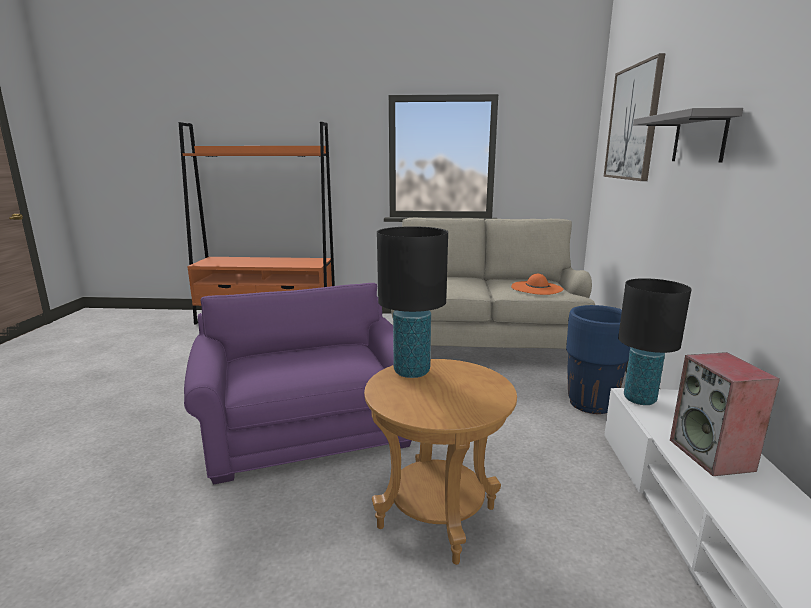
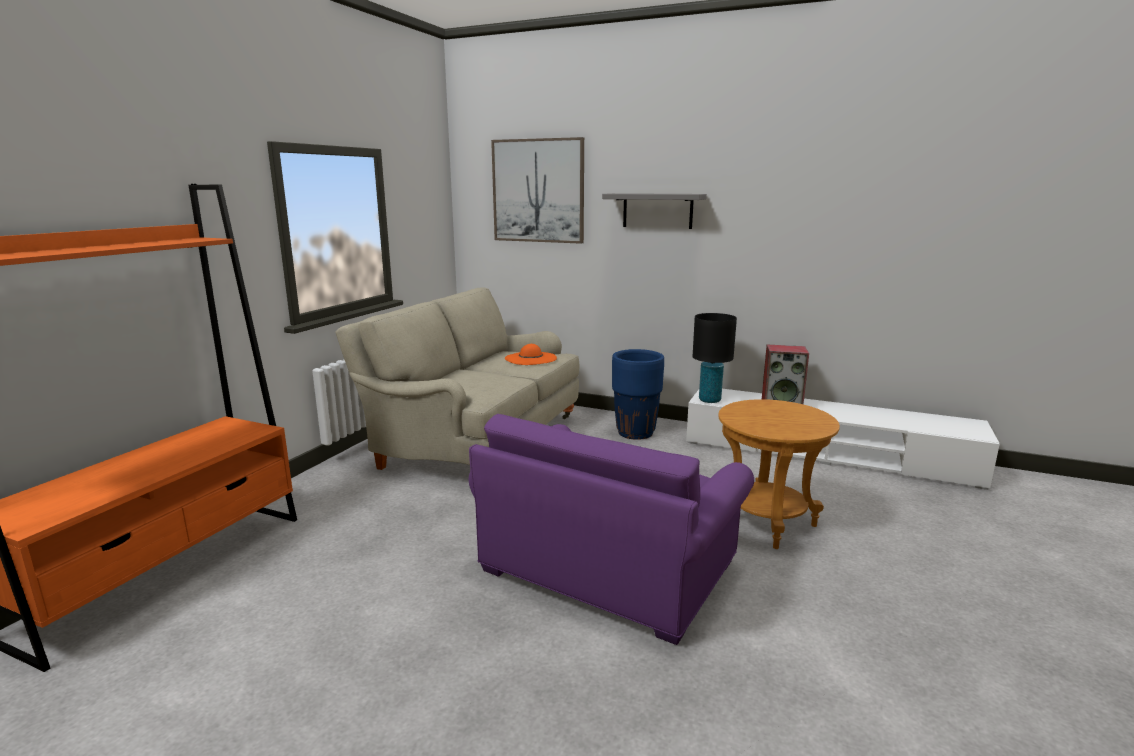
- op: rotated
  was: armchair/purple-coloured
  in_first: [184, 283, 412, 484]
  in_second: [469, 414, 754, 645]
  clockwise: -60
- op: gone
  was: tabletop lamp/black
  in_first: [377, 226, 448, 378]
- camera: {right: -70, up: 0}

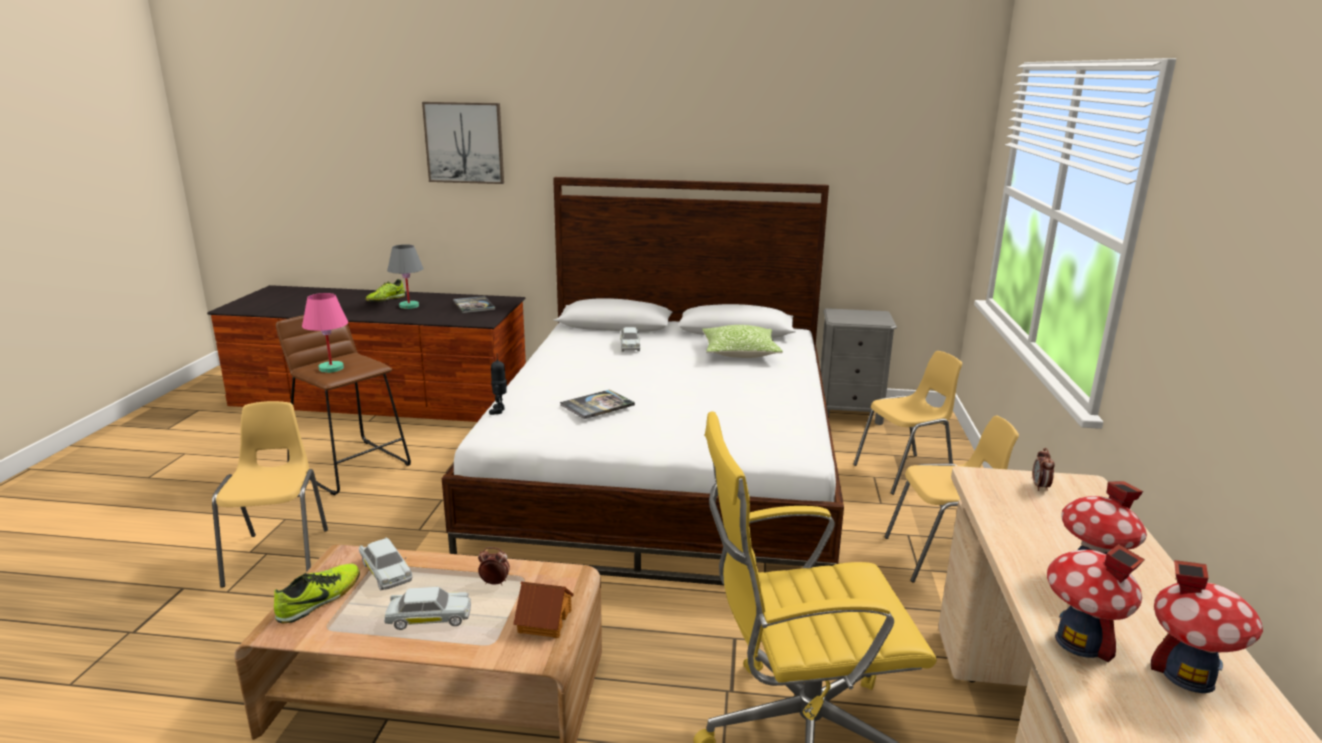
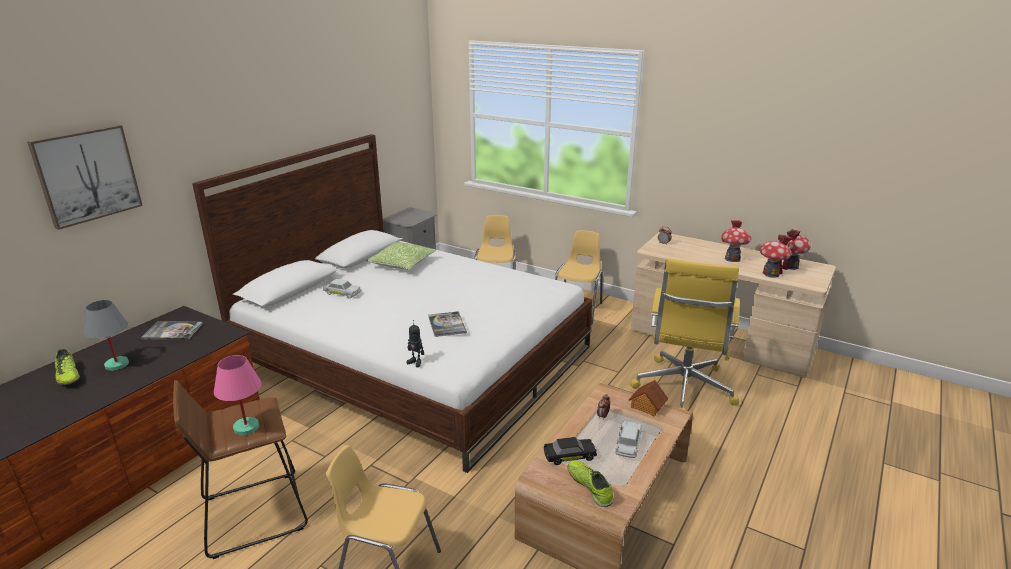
- op: repainted
  was: toy car/white
  now: toy car/black
  in_first: [359, 537, 412, 590]
  in_second: [544, 437, 597, 465]
- camera: {right: -65, up: 5}

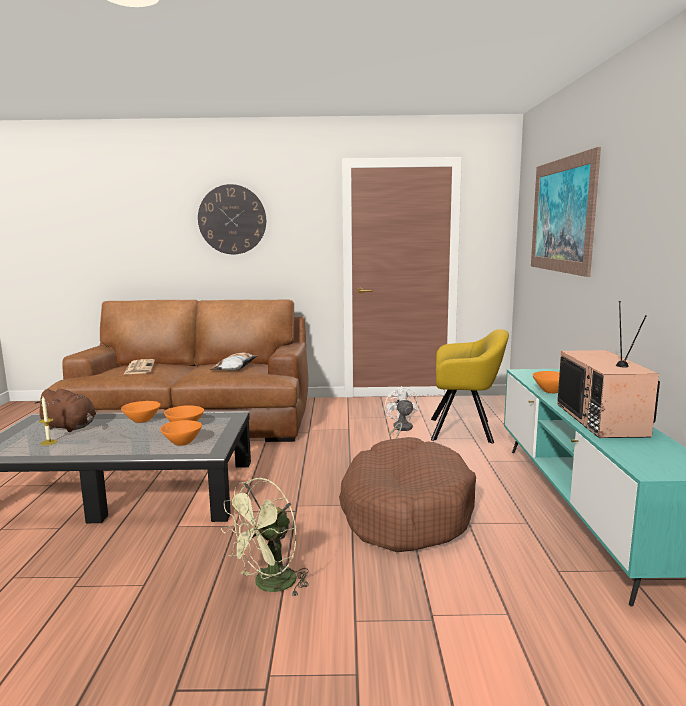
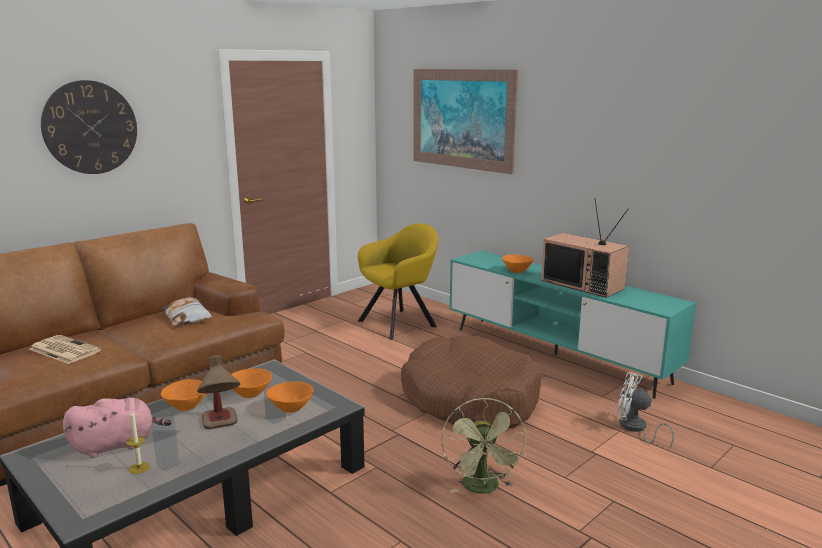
- op: repainted
  was: soft toy/brown
  now: soft toy/pink-coloured
  in_first: [34, 389, 96, 432]
  in_second: [63, 398, 171, 458]
- op: shifted
  was: electric fan/white
  in_first: [385, 386, 418, 439]
  in_second: [617, 372, 674, 448]
- op: new
  now: tabletop lamp
  in_second: [197, 355, 240, 429]
- camera: {right: -45, up: 5}

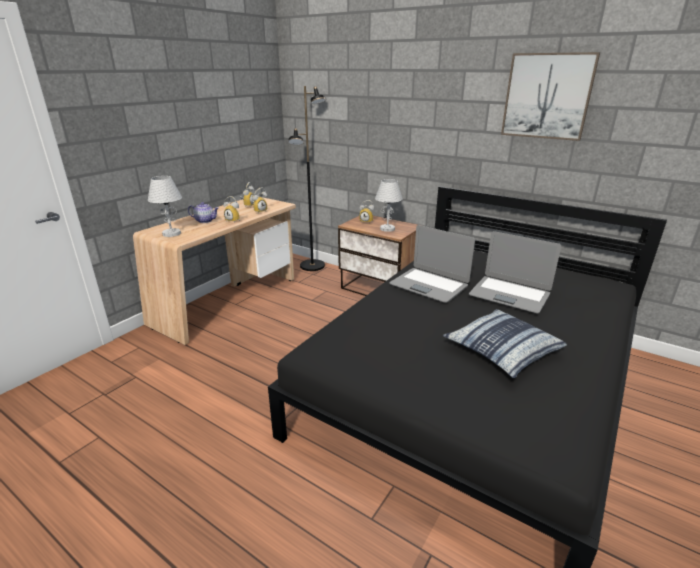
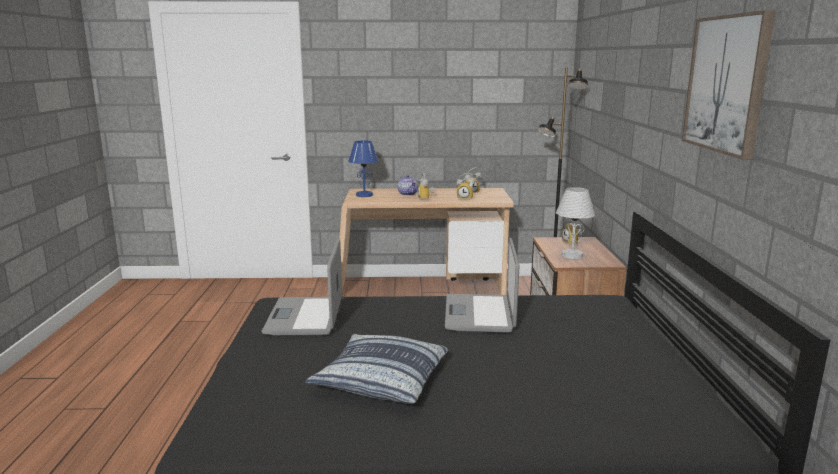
- op: repainted
  was: tabletop lamp/white
  now: tabletop lamp/blue-coloured
  in_first: [148, 176, 182, 237]
  in_second: [348, 140, 379, 197]
- op: shifted
  was: laptop
  in_first: [469, 231, 561, 313]
  in_second: [262, 239, 342, 335]
- camera: {right: 55, up: -10}

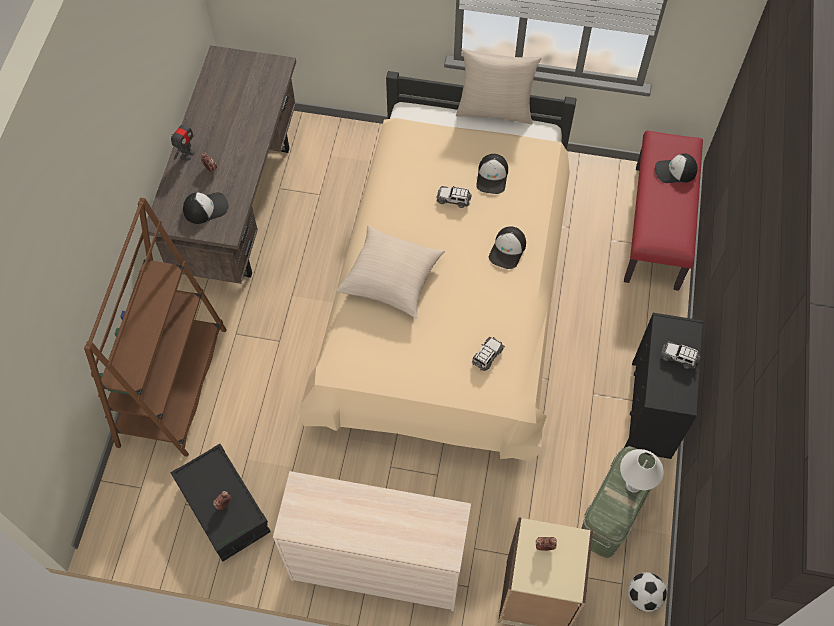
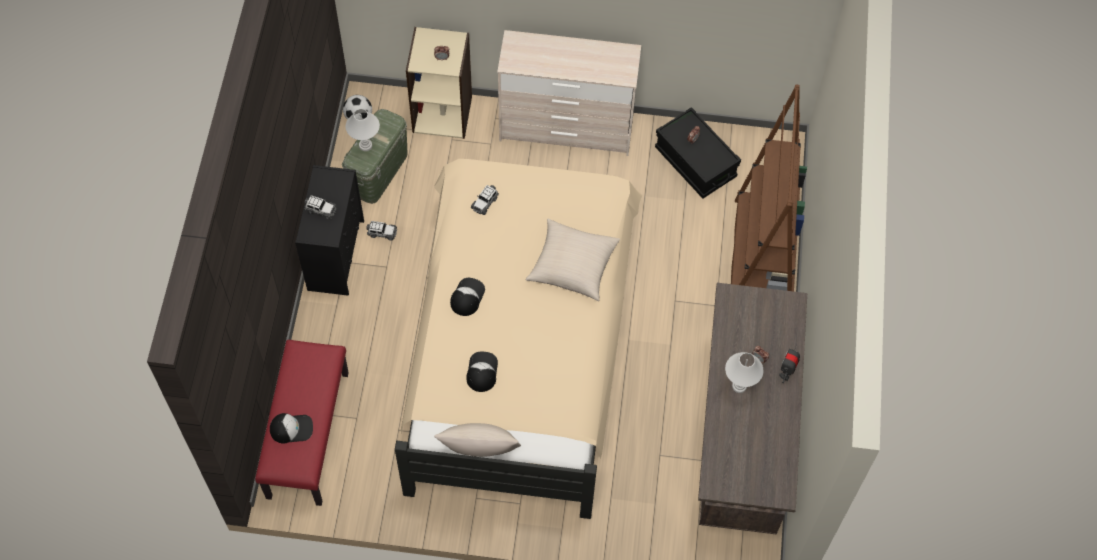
- op: gone
  was: baseball cap
  in_first: [183, 192, 229, 224]
- op: shifted
  was: toy car
  in_first: [436, 186, 472, 208]
  in_second: [367, 221, 397, 240]
- op: new
  now: tabletop lamp/white
  in_second: [725, 352, 763, 393]
- camera: {right: 175, up: 0}

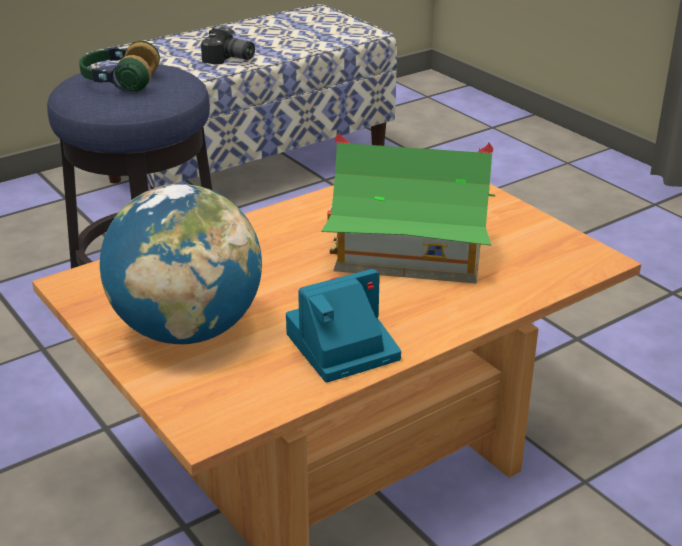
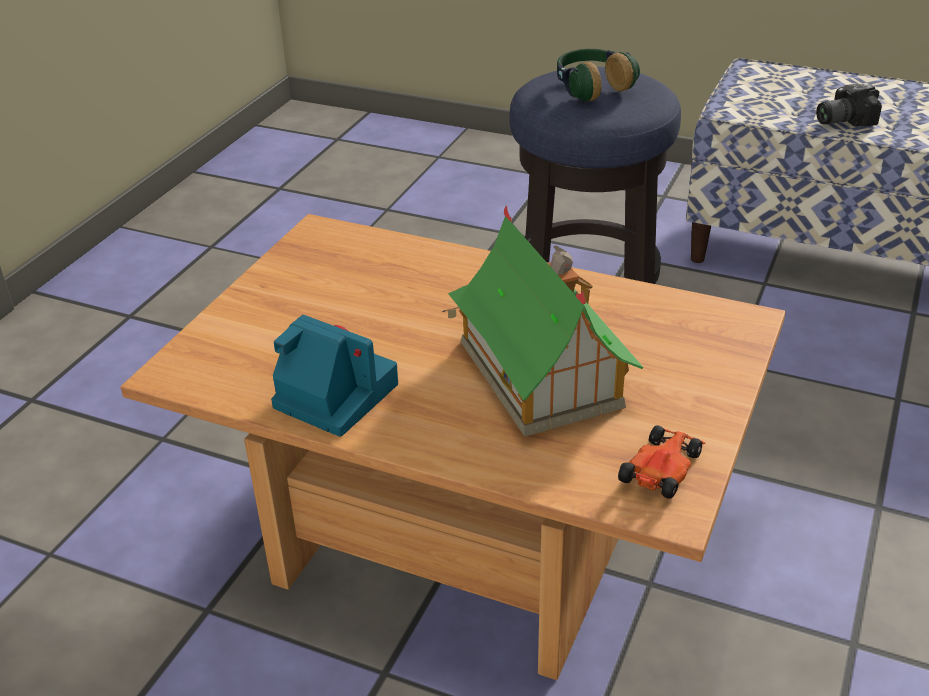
- op: gone
  was: desk globe
  in_first: [99, 184, 262, 344]
- op: rotated
  was: still camera
  in_first: [201, 26, 255, 64]
  in_second: [816, 84, 882, 127]
  clockwise: 75
- op: new
  now: toy car
  in_second: [618, 425, 706, 499]
- camera: {right: 60, up: 5}

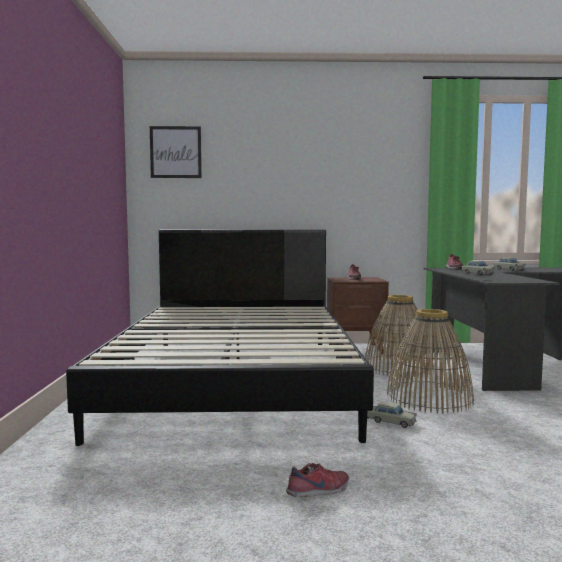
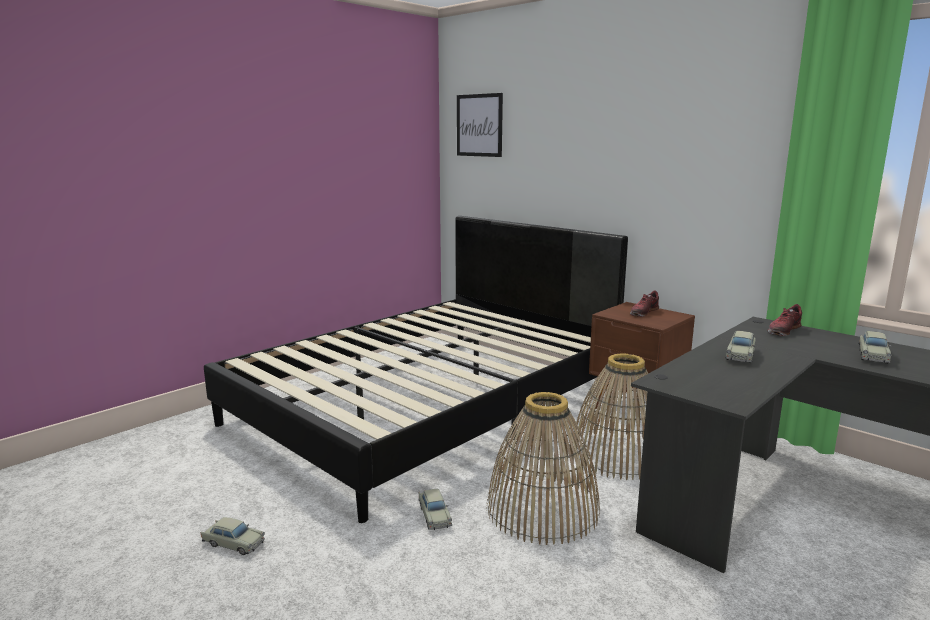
- op: swapped
  was: low shoe
  now: toy car/beige-coloured
  in_first: [286, 463, 349, 498]
  in_second: [201, 517, 265, 555]
- camera: {right: 45, up: 10}

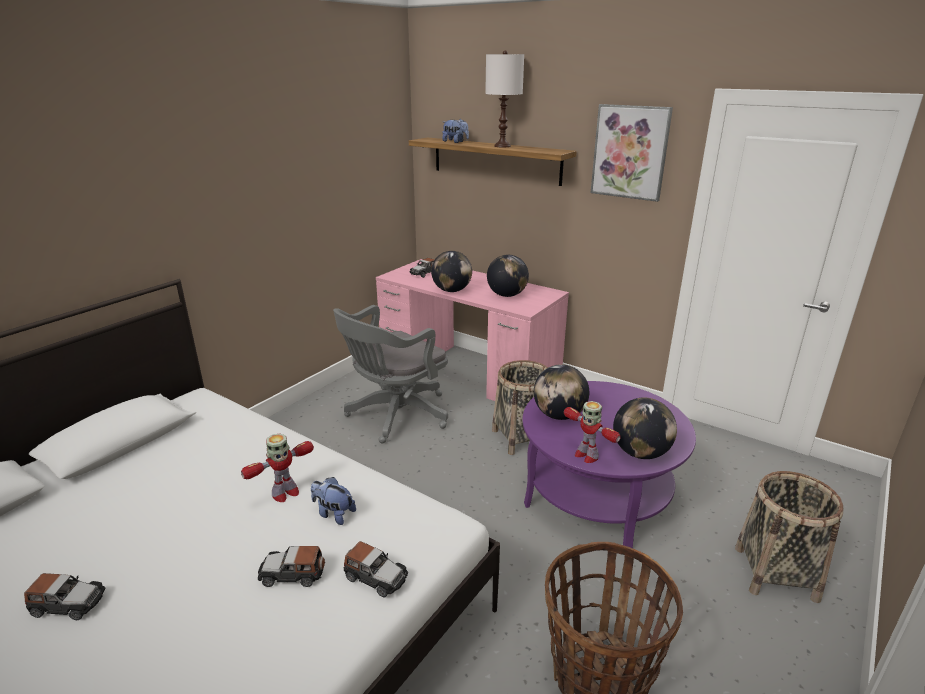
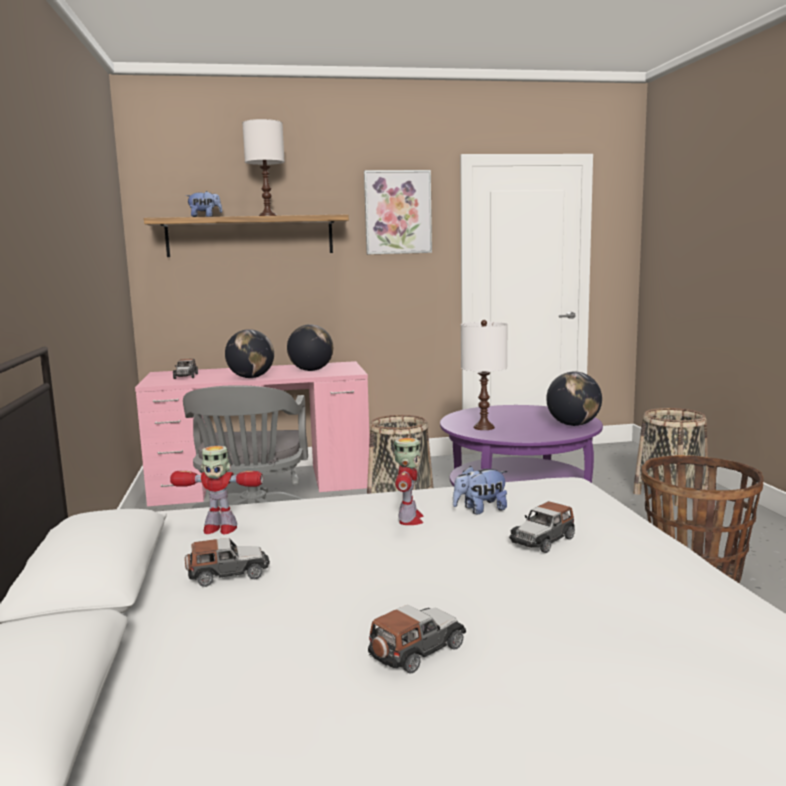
- op: shifted
  was: toy car
  in_first: [344, 541, 408, 597]
  in_second: [185, 538, 270, 587]
- op: swapped
  was: desk globe
  now: tabletop lamp/white
  in_first: [534, 364, 589, 420]
  in_second: [461, 320, 507, 430]
- op: shifted
  was: model robot
  in_first: [564, 401, 621, 463]
  in_second: [170, 446, 263, 535]
- camera: {right: -45, up: -15}

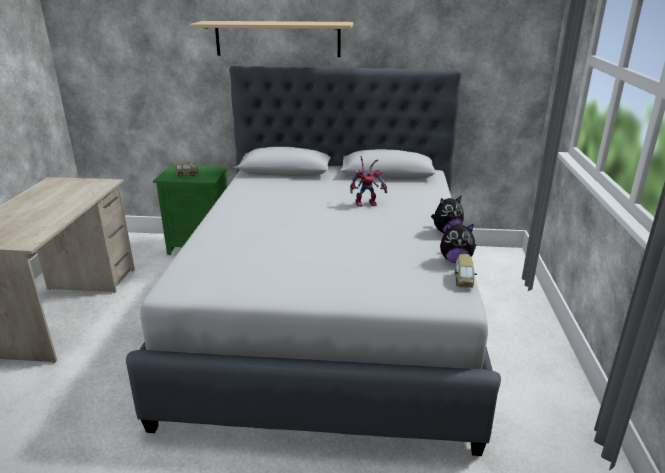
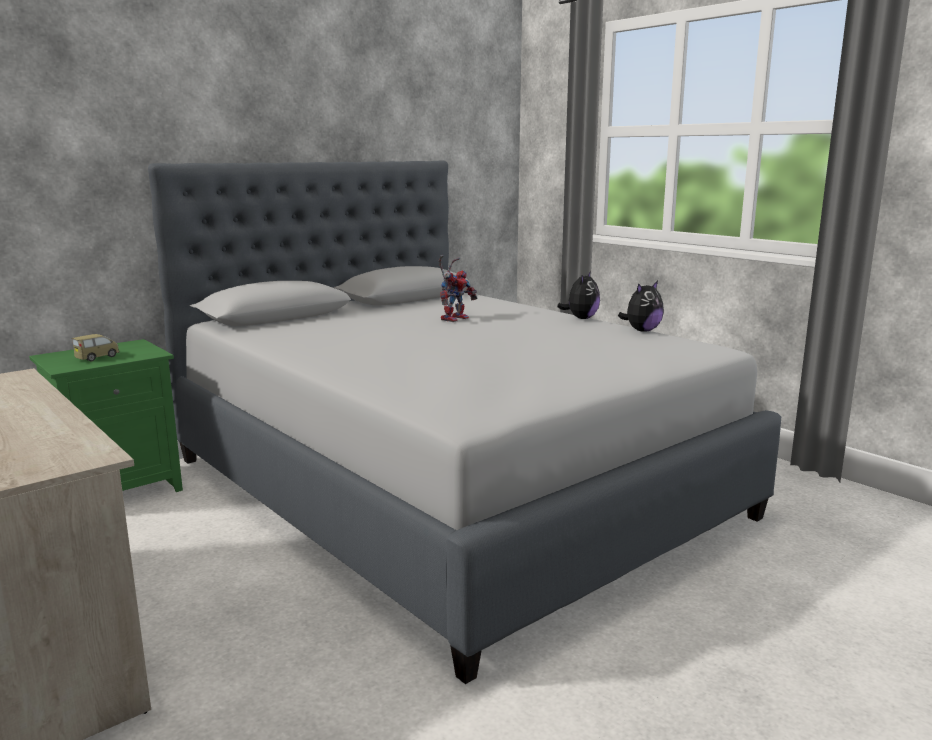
- op: gone
  was: shelf/beige-coloured
  in_first: [189, 21, 353, 57]
- op: gone
  was: toy car
  in_first: [455, 254, 477, 288]
- camera: {right: -45, up: -10}

